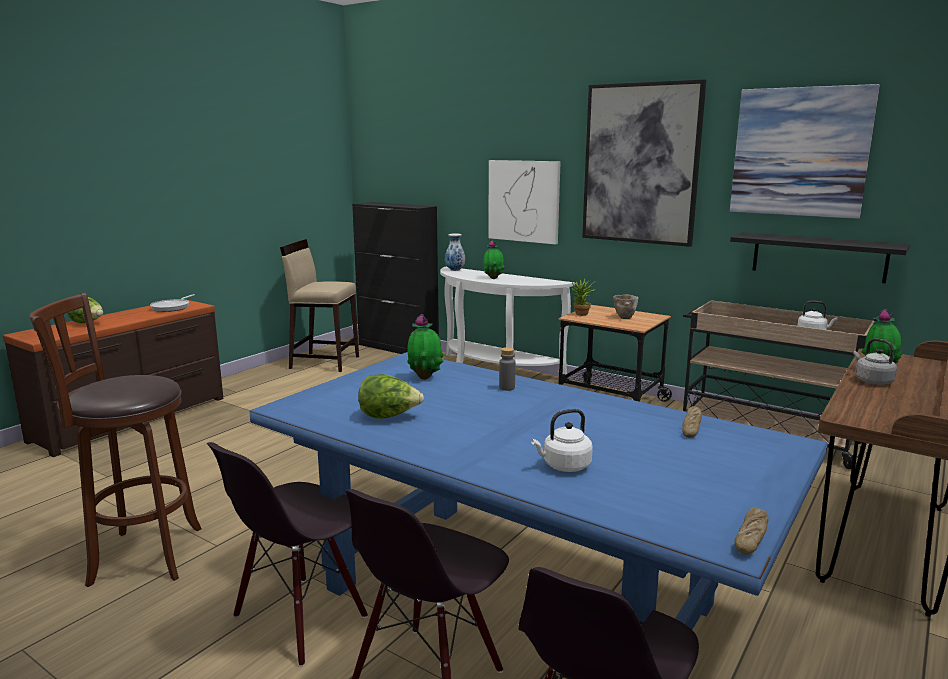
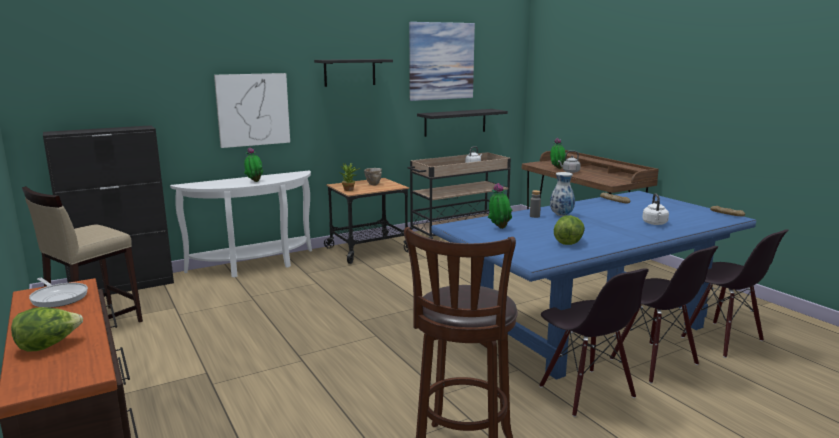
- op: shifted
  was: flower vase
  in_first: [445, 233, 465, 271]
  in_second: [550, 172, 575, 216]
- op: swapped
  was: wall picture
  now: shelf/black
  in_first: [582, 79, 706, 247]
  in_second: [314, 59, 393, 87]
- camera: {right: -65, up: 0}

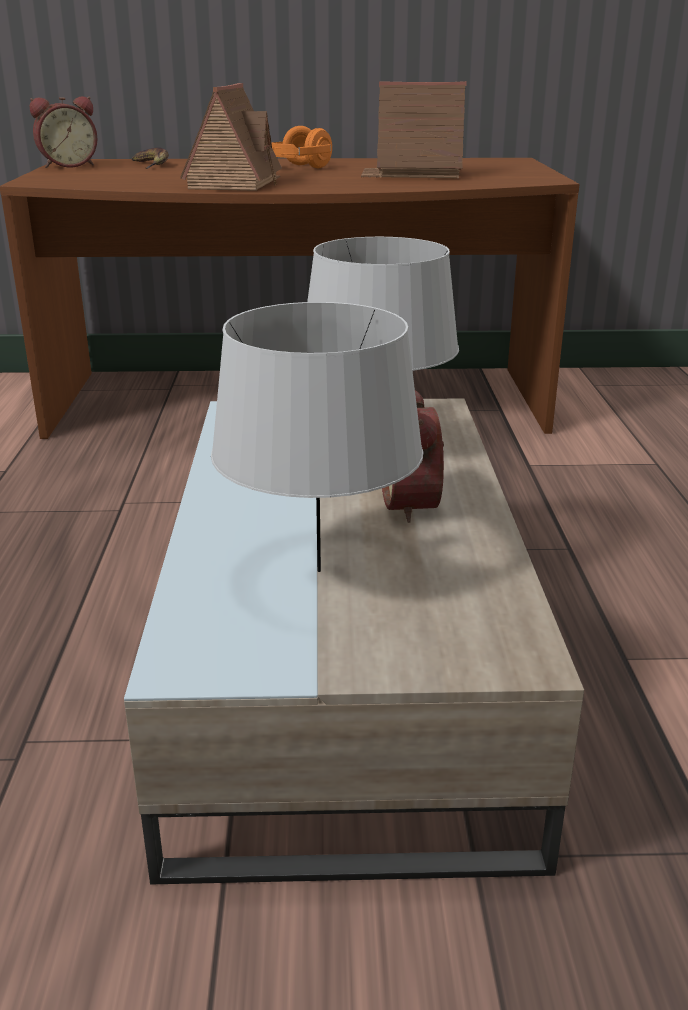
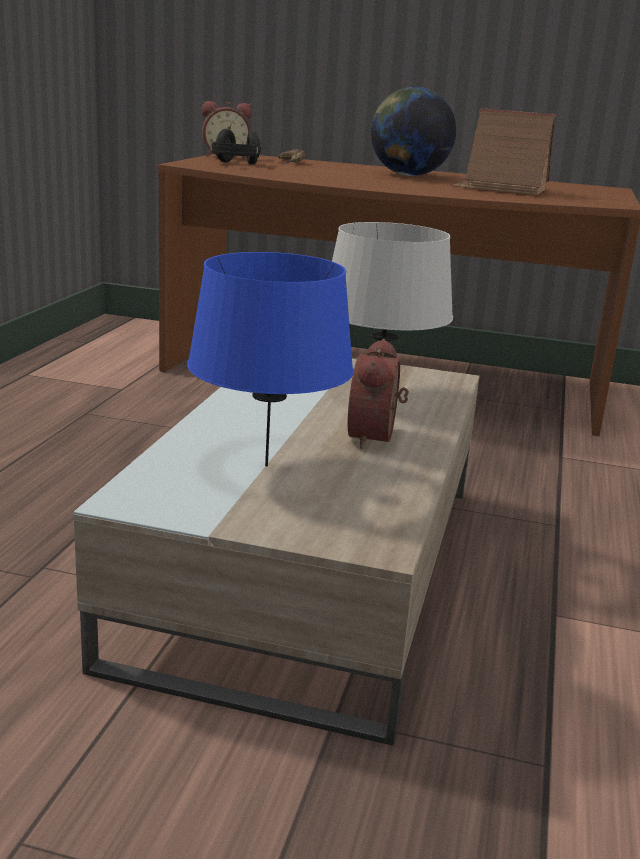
- op: gone
  was: model house
  in_first: [180, 83, 282, 191]
- op: repainted
  was: tabletop lamp/gray
  now: tabletop lamp/blue-coloured
  in_first: [211, 302, 423, 572]
  in_second: [187, 252, 354, 466]
- op: swapped
  was: headset/orange-coloured
  now: desk globe
  in_first: [271, 126, 332, 169]
  in_second: [371, 87, 456, 176]
- op: new
  now: headset/black
  in_second: [210, 129, 261, 164]
- camera: {right: 15, up: -5}

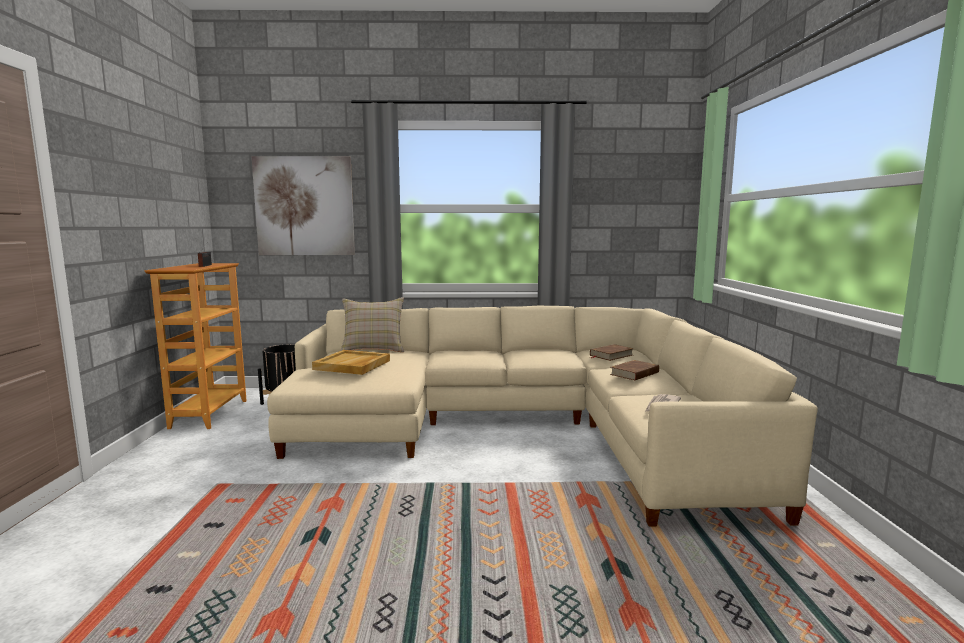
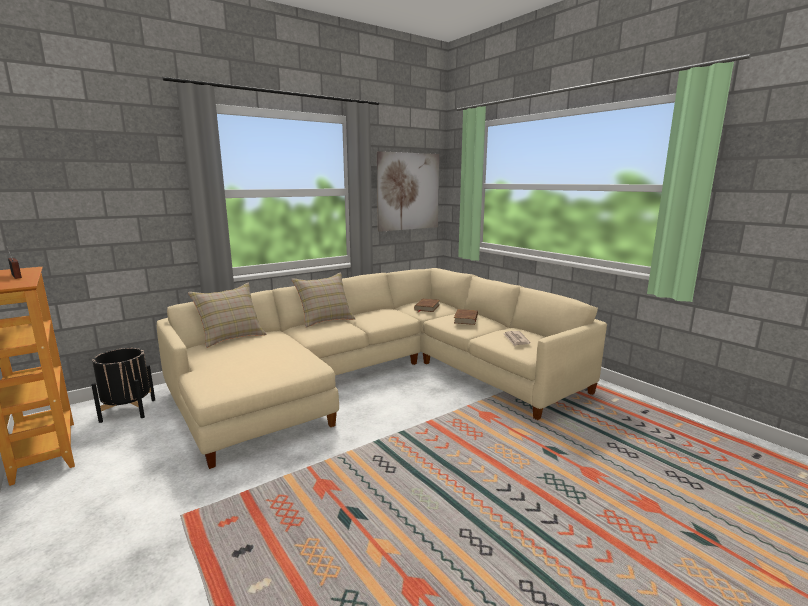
- op: shifted
  was: wall picture
  in_first: [251, 156, 355, 255]
  in_second: [377, 151, 439, 232]
- op: gone
  was: tray/beige-coloured
  in_first: [312, 350, 390, 375]
- op: new
  now: cushion/beige-coloured
  in_second: [292, 272, 355, 328]
- camera: {right: -35, up: 5}

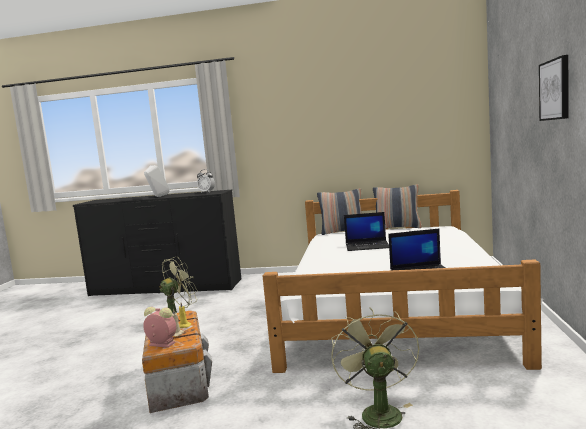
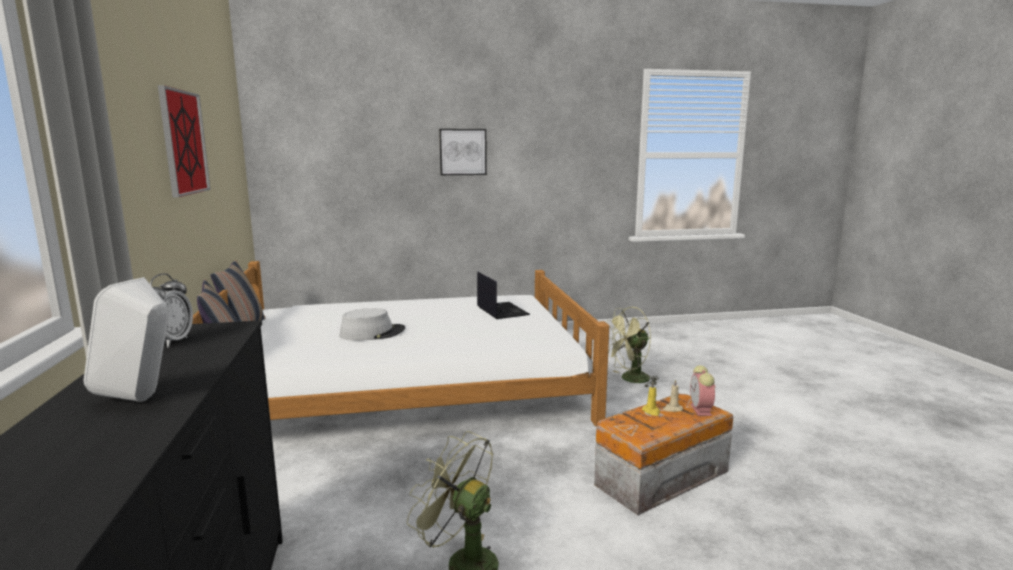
- op: swapped
  was: laptop
  now: wearable hat/gray
  in_first: [344, 212, 389, 251]
  in_second: [340, 308, 405, 340]
- op: new
  now: wall picture
  in_second: [158, 85, 211, 197]
- camera: {right: -110, up: 5}

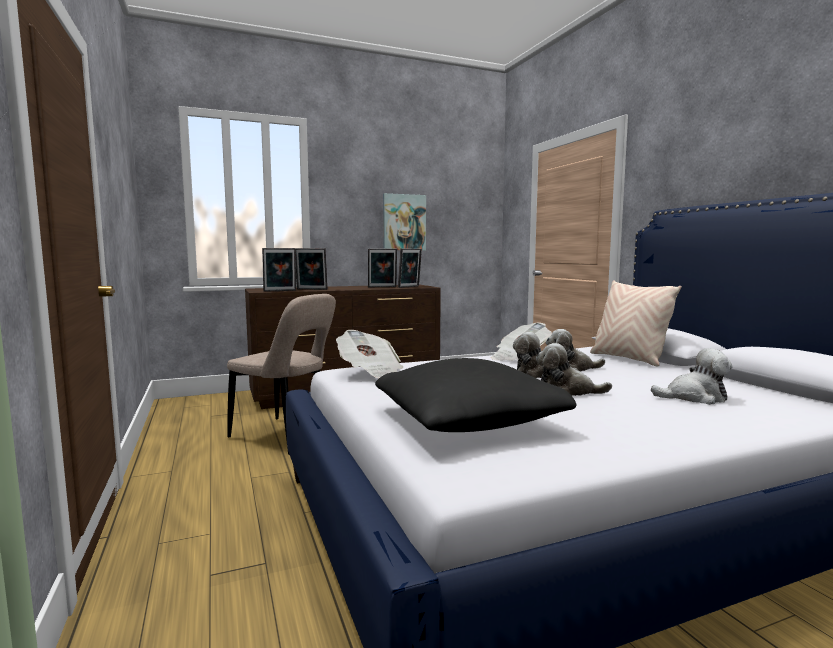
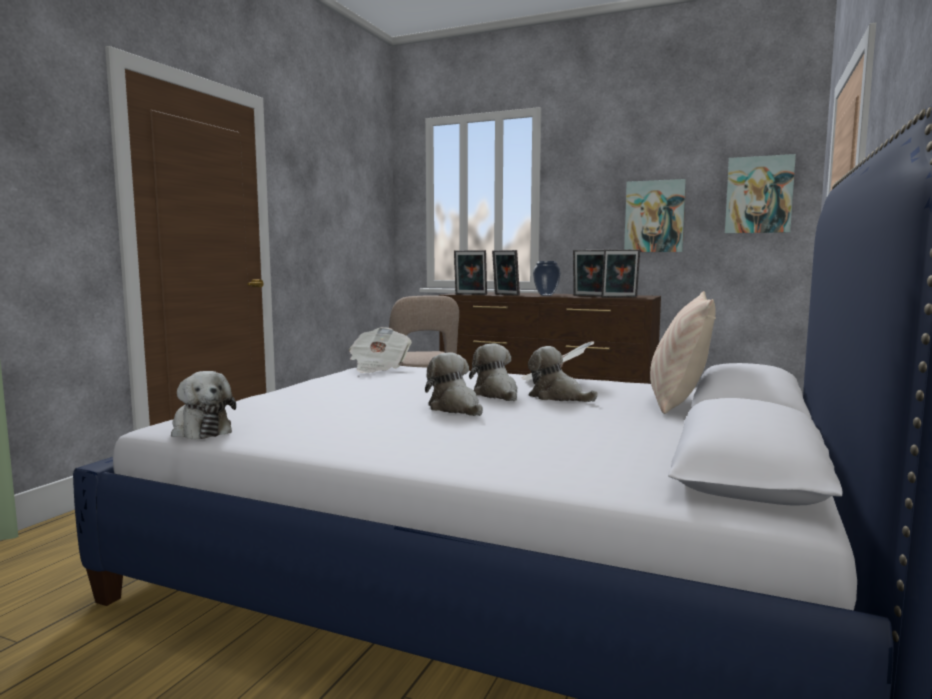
- op: gone
  was: cushion/black
  in_first: [375, 358, 576, 432]
- op: shifted
  was: soft toy
  in_first: [651, 348, 732, 405]
  in_second: [171, 371, 236, 439]
- op: new
  now: flower vase
  in_second: [533, 261, 561, 296]
- op: new
  now: wall picture
  in_second: [725, 154, 796, 234]
- camera: {right: 45, up: 0}

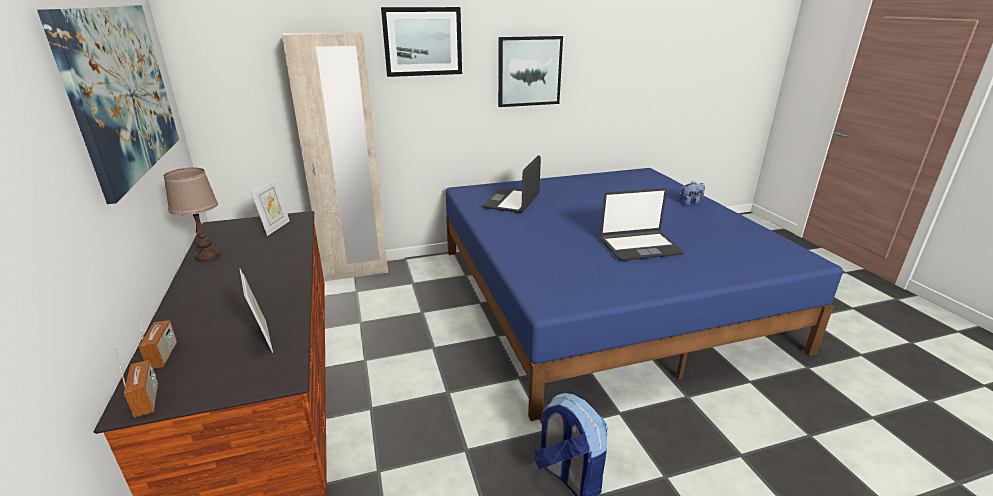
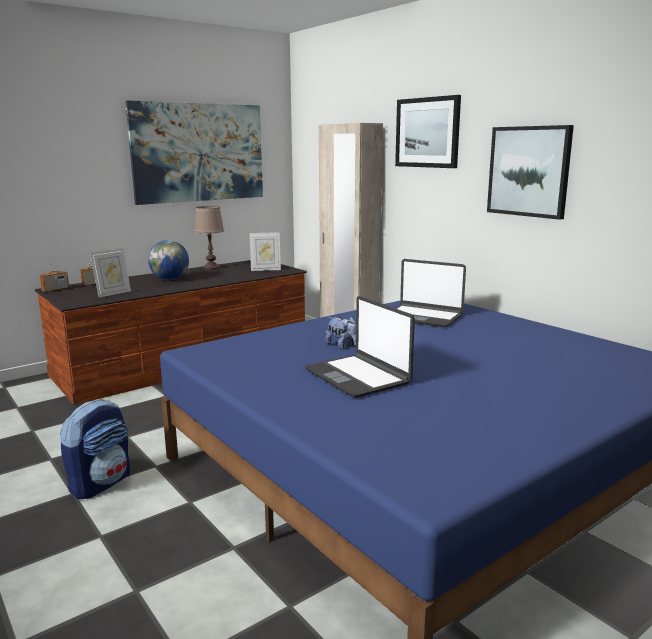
- op: rotated
  was: laptop
  in_first: [483, 155, 541, 213]
  in_second: [395, 259, 466, 328]
  clockwise: -150
- op: shifted
  was: soft toy
  in_first: [678, 181, 705, 205]
  in_second: [325, 317, 356, 349]
- op: new
  now: desk globe
  in_second: [148, 240, 189, 280]
- camera: {right: 70, up: -10}

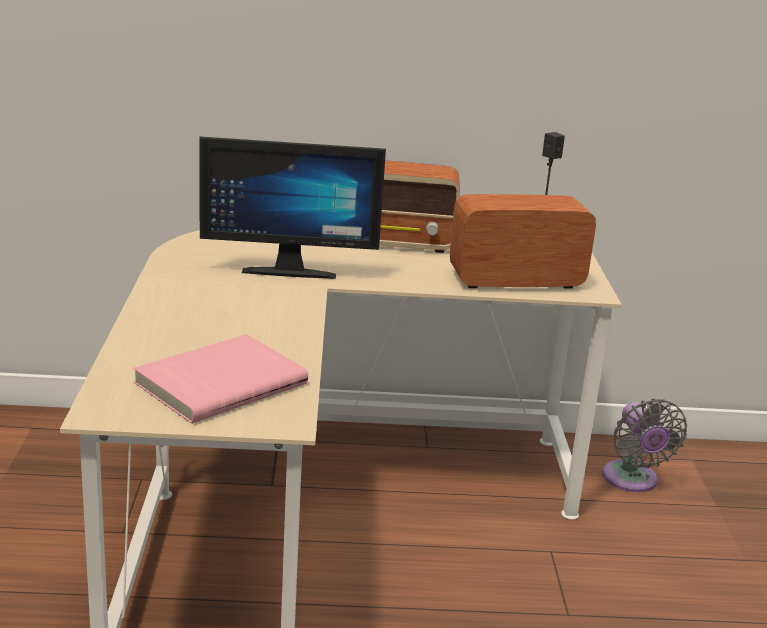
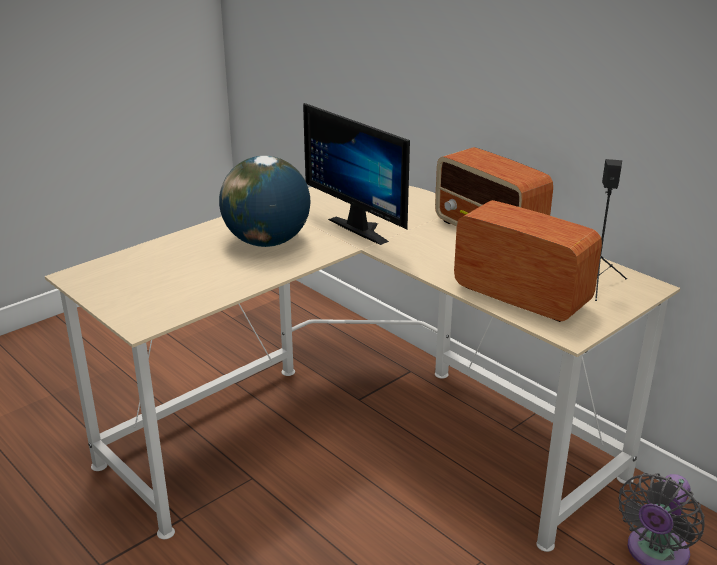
- op: gone
  was: bound book/pink-coloured
  in_first: [134, 334, 308, 424]
- op: new
  now: desk globe
  in_second: [219, 156, 310, 247]
- camera: {right: 50, up: 5}

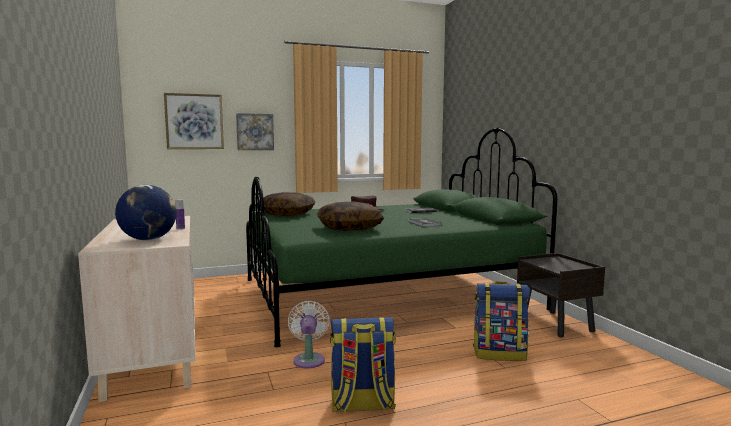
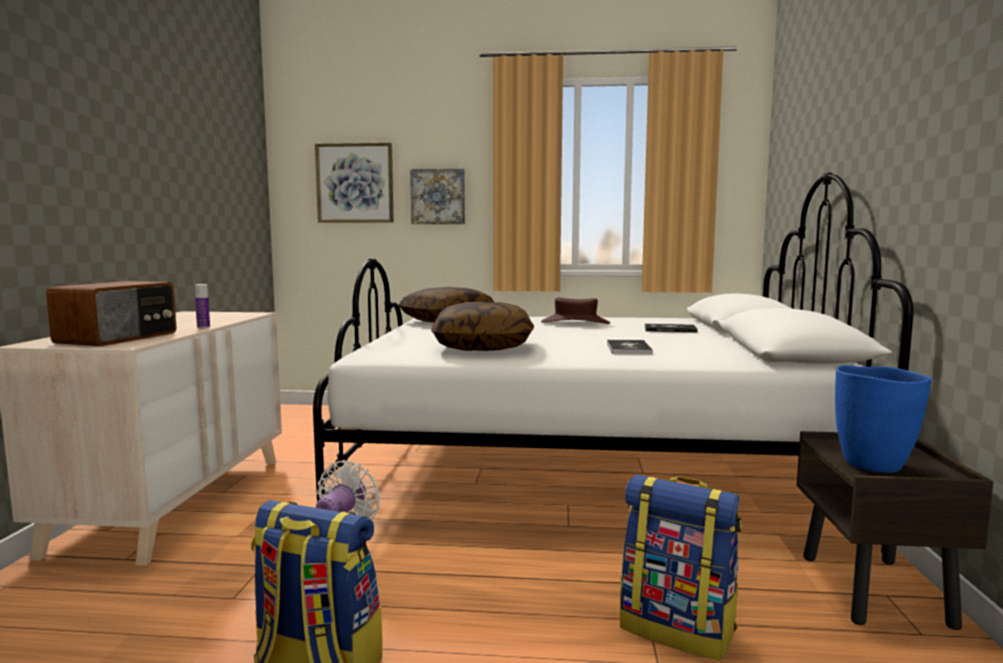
- op: swapped
  was: desk globe
  now: radio
  in_first: [115, 185, 176, 240]
  in_second: [46, 281, 177, 346]
- op: repainted
  was: sleeping bed/green-coloured
  now: sleeping bed/white
  in_first: [246, 128, 558, 347]
  in_second: [313, 173, 913, 553]
- op: new
  now: flower vase/blue-coloured
  in_second: [835, 365, 932, 473]
- camera: {right: 25, up: 0}

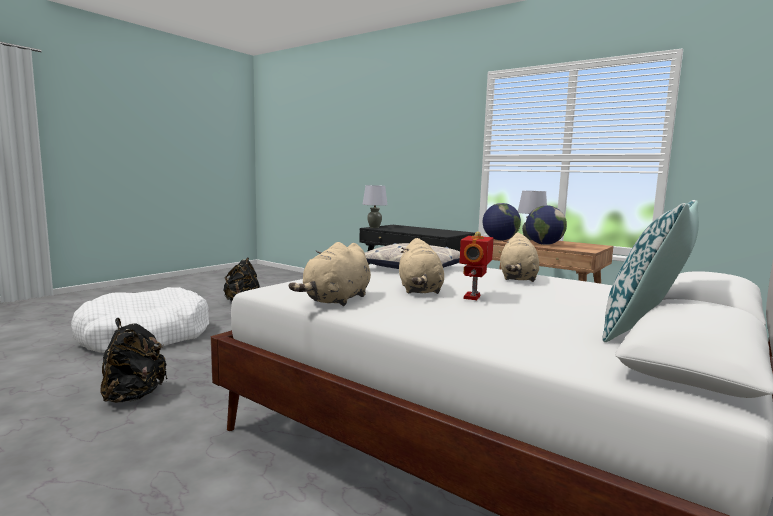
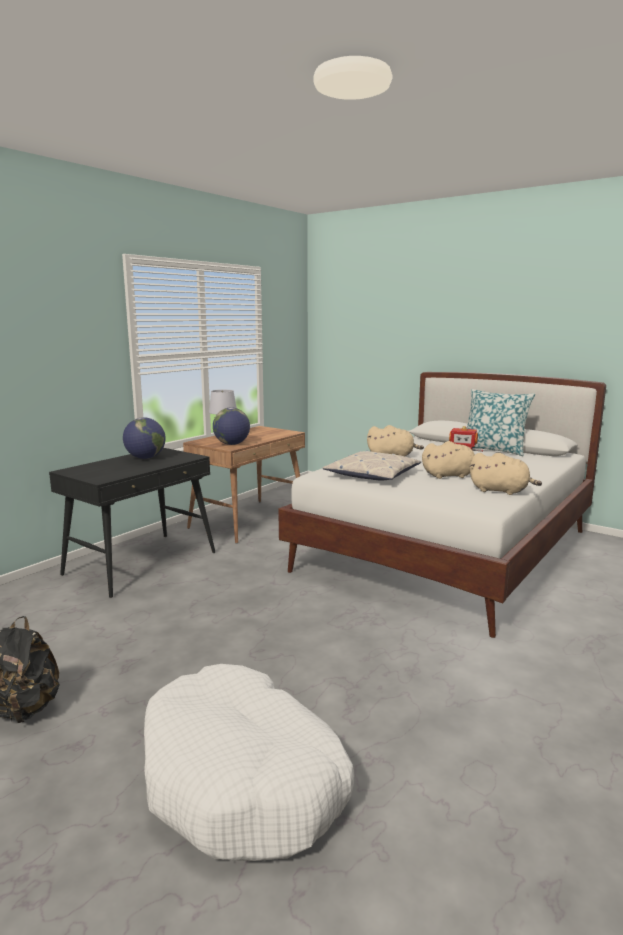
- op: gone
  was: knapsack/black
  in_first: [100, 318, 168, 403]
- op: gone
  was: tabletop lamp/gray
  in_first: [363, 185, 388, 228]
- op: shifted
  was: desk globe
  in_first: [526, 205, 567, 245]
  in_second: [123, 417, 165, 459]
- camera: {right: -90, up: 5}

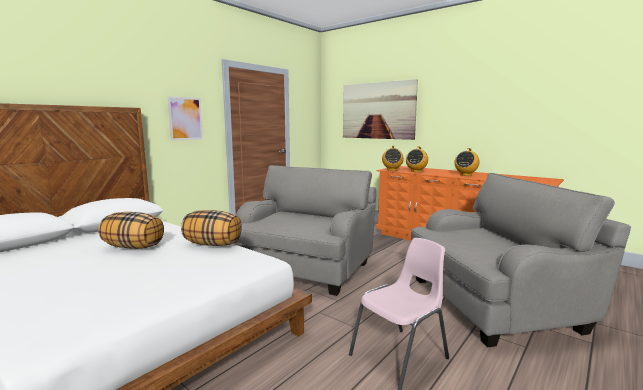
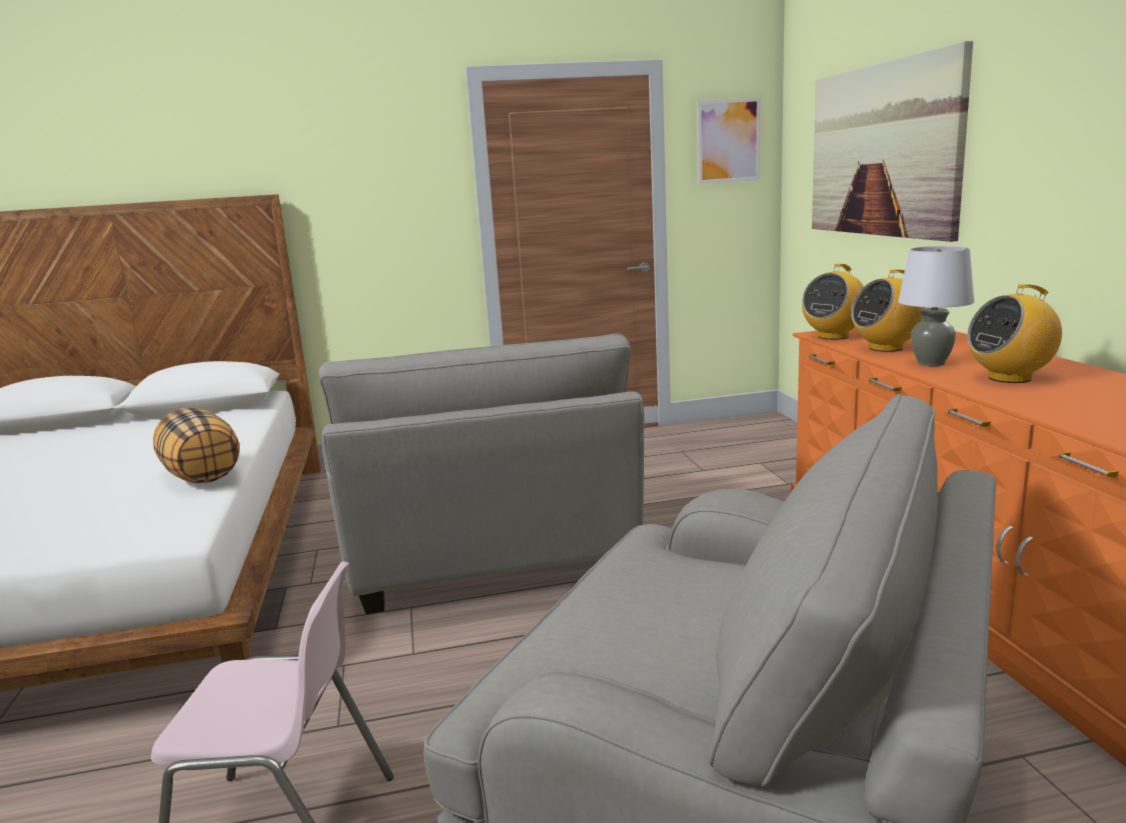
- op: gone
  was: cushion
  in_first: [98, 212, 164, 249]
- op: shifted
  was: wall picture
  in_first: [167, 96, 203, 141]
  in_second: [697, 97, 760, 184]
- op: rotated
  was: armchair/gray
  in_first: [233, 165, 376, 296]
  in_second: [319, 333, 644, 614]
  clockwise: 105
- op: new
  now: tabletop lamp/gray
  in_second: [898, 246, 974, 366]
- camera: {right: 40, up: 5}

